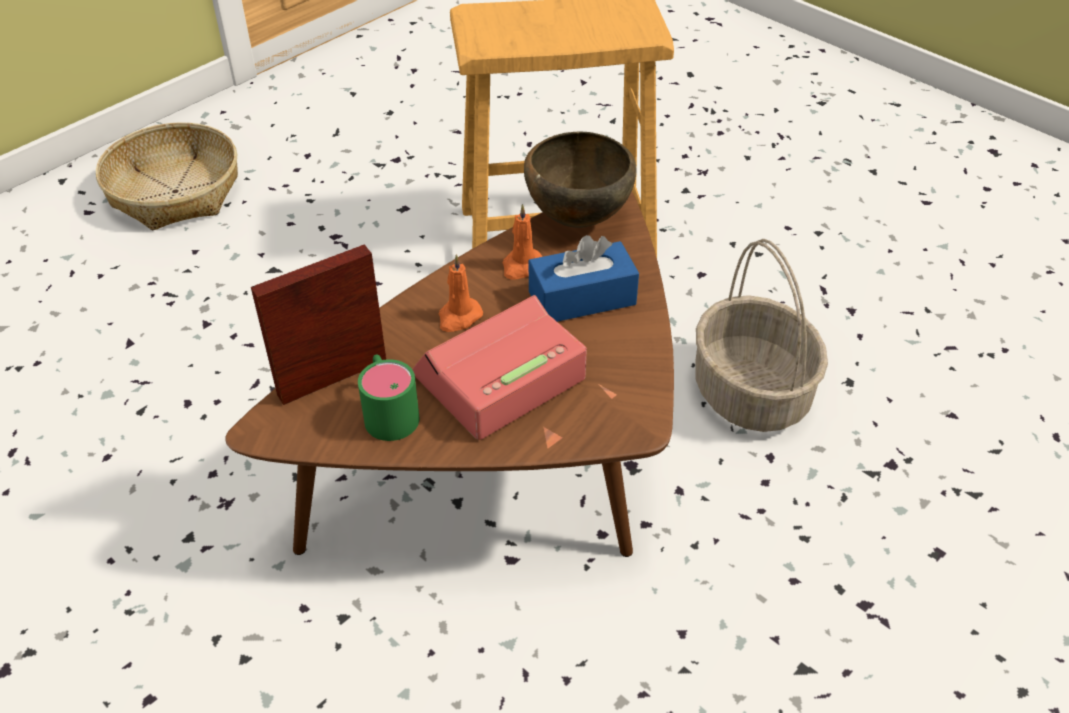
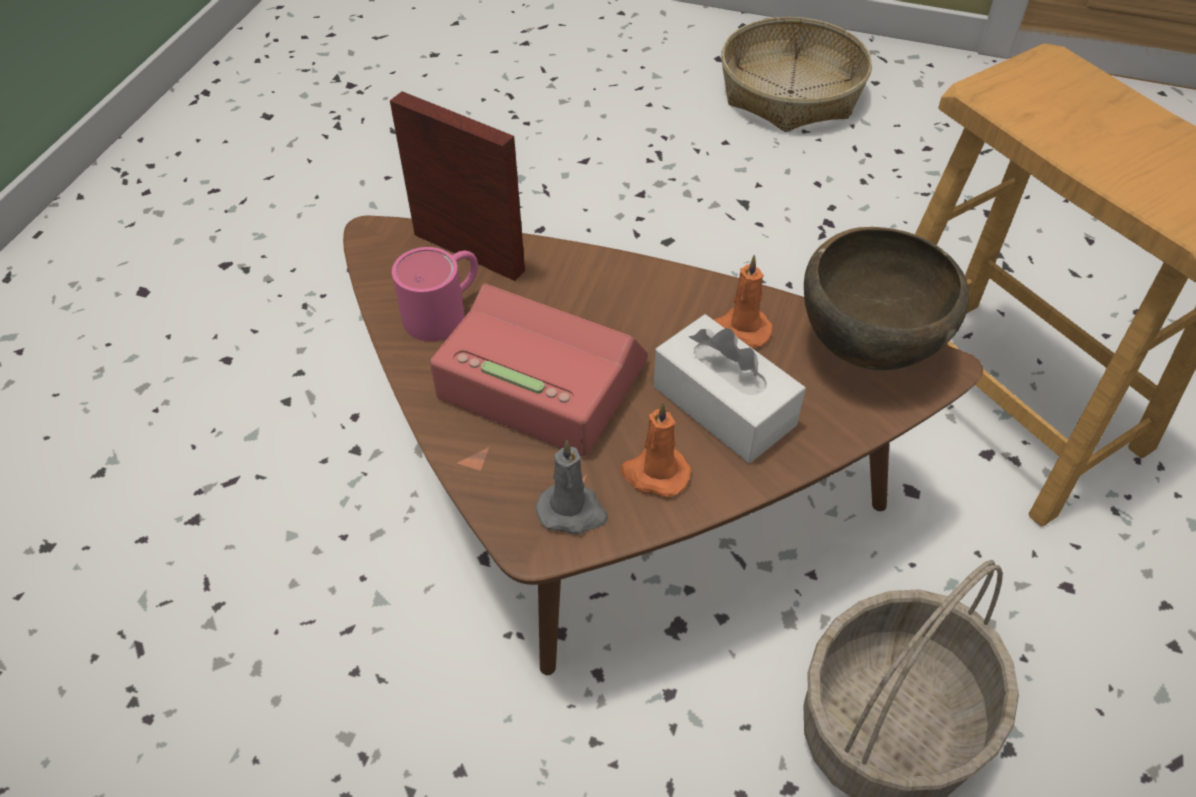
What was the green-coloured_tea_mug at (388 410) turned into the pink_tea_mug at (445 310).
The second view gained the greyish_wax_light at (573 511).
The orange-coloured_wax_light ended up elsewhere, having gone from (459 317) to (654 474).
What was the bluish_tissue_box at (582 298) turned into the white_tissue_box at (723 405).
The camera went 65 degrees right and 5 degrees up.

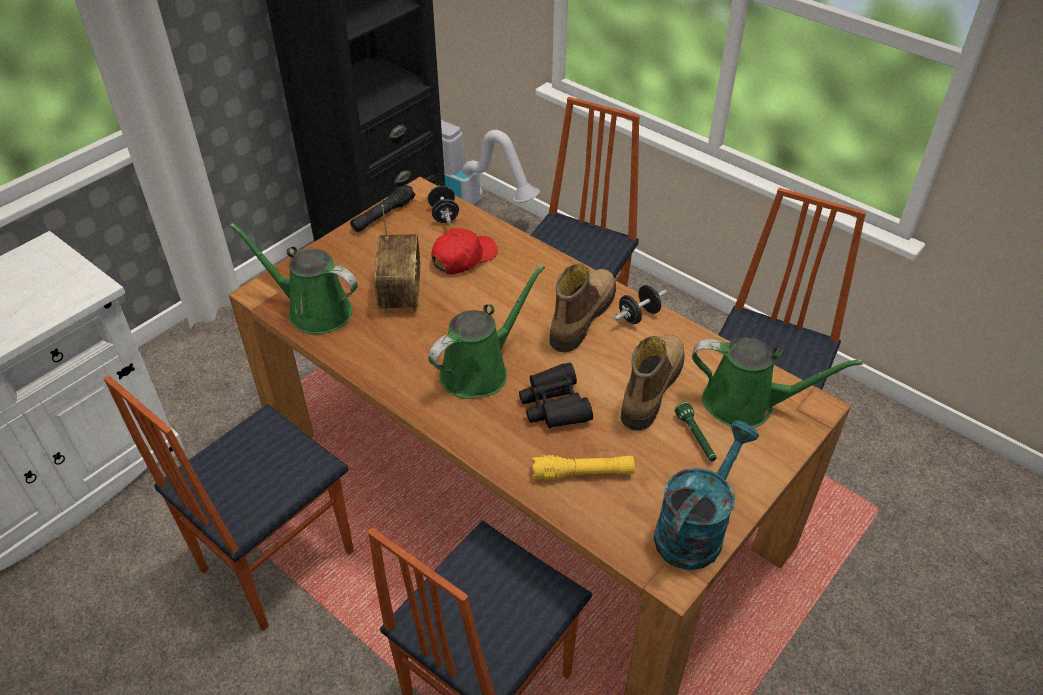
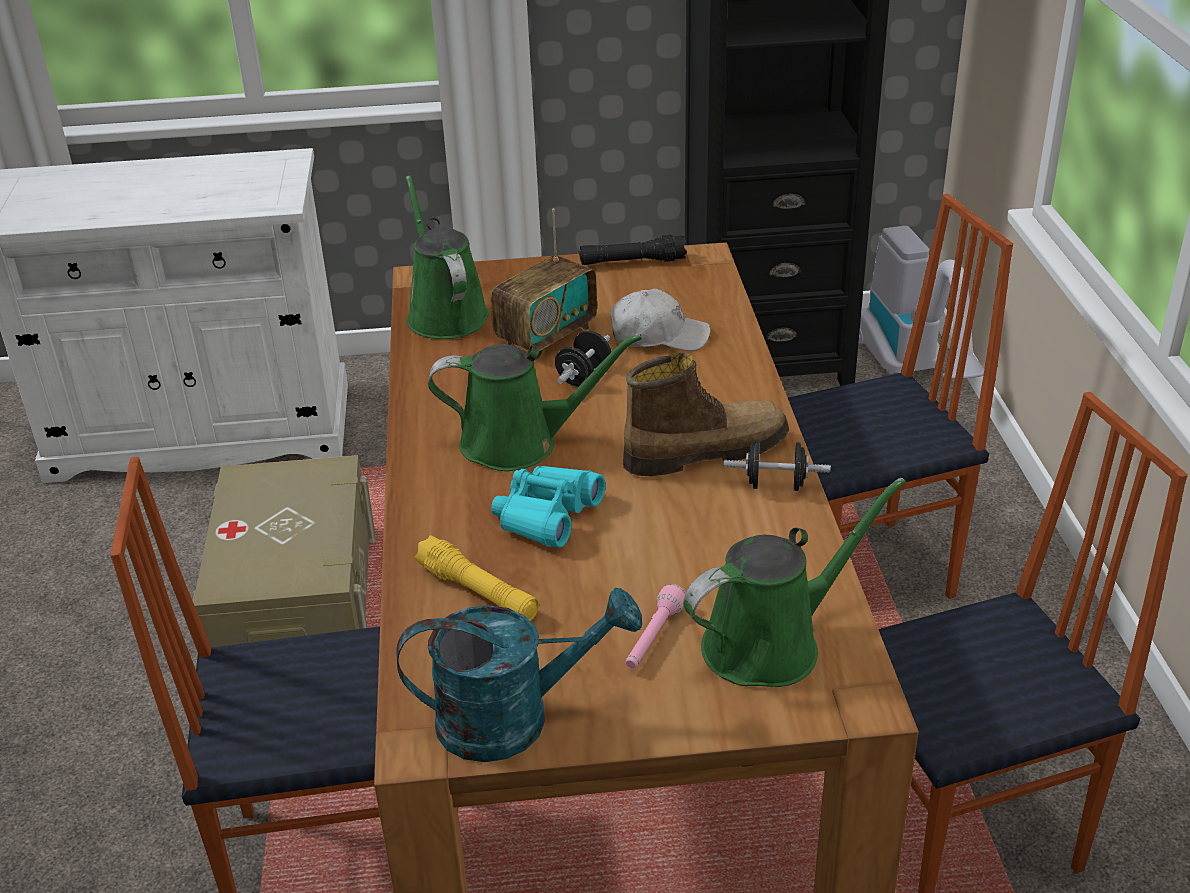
Where the chair stood at (274 560), the beige-coloured_storage_bin came to stand at (296 602).
What was the black_field_glasses at (554 405) turned into the turquoise_field_glasses at (546 515).
The black_hand_weight ended up elsewhere, having gone from (444 215) to (584 376).
What was the reddish_cap at (463 258) turned into the white_cap at (658 336).
What was the green-coloured_hand_torch at (696 438) turned into the pink_hand_torch at (653 638).
The green-coloured_watering_can at (746 404) ended up facing another way, 90 degrees counterclockwise from before.
The second view lost the boot at (650 387).
The camera went 45 degrees right and 10 degrees down.

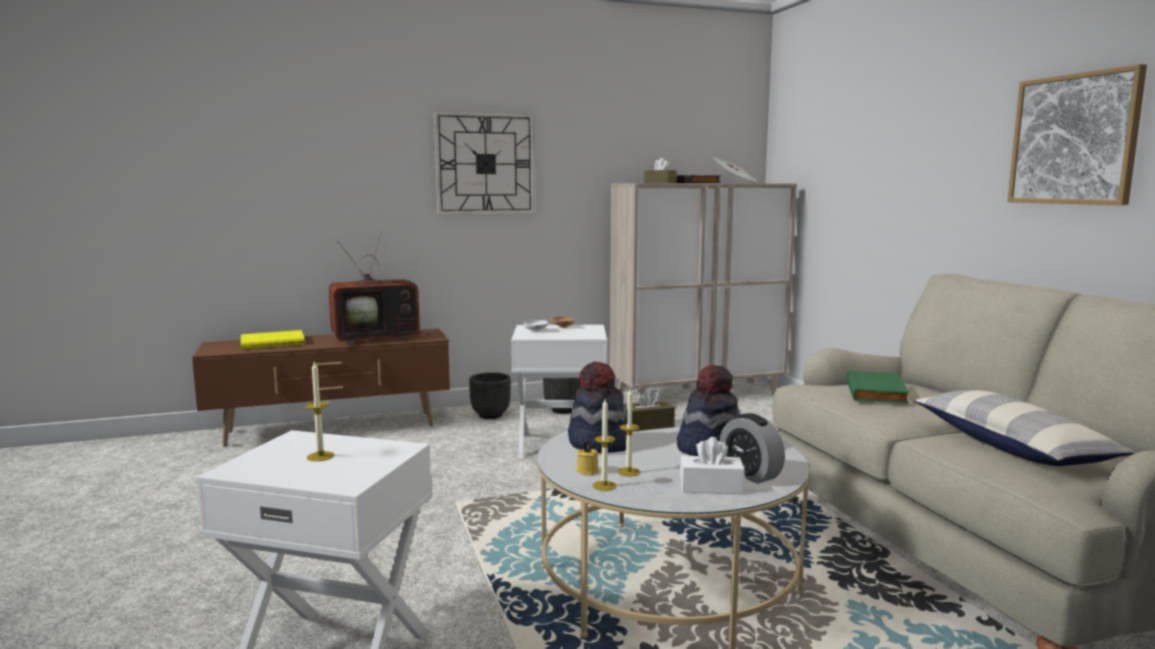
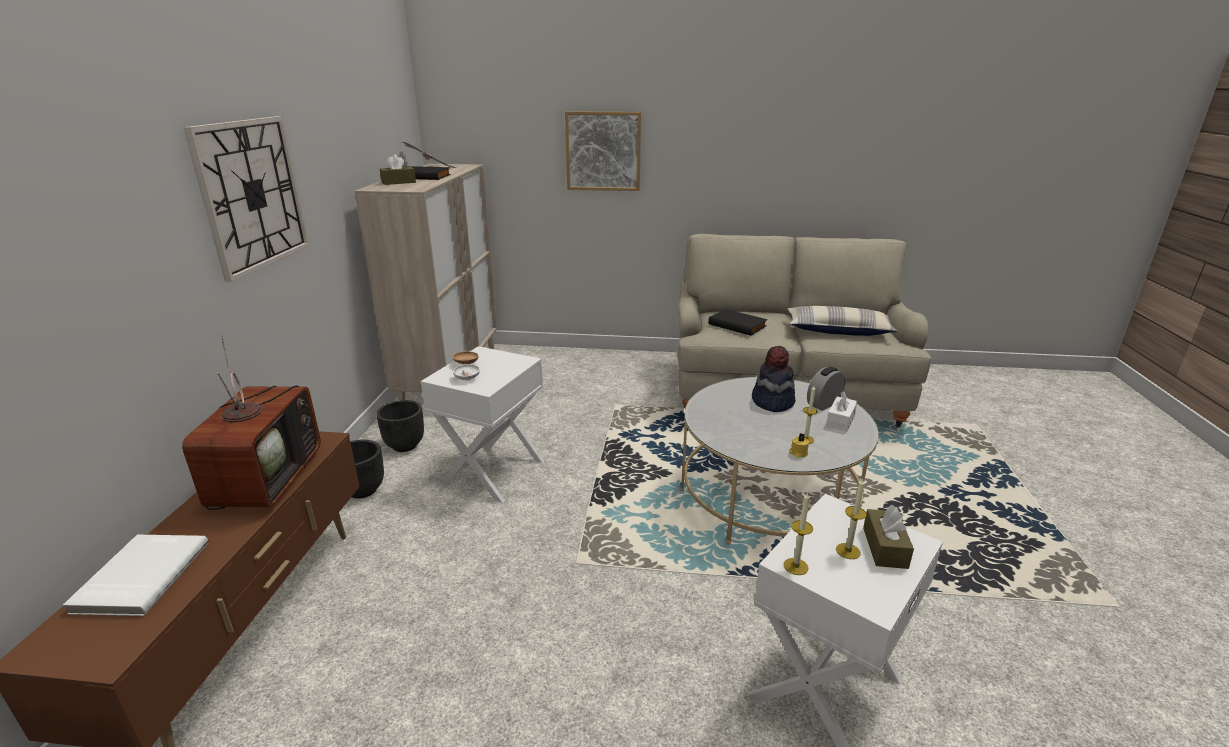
What was the yellow_volume at (272 342) turned into the white_volume at (140 577).
The wall_art ended up elsewhere, having gone from (1074 139) to (603 151).
What was the green-coloured_volume at (878 392) turned into the black_volume at (738 325).
The wax_light ended up elsewhere, having gone from (604 486) to (795 566).
The bedside_clock at (750 474) ended up facing another way, 150 degrees clockwise from before.
The brown_tissue_box ended up elsewhere, having gone from (647 425) to (885 548).
The second view lost the wearable_hat at (598 444).
The camera went 65 degrees left and 15 degrees up.

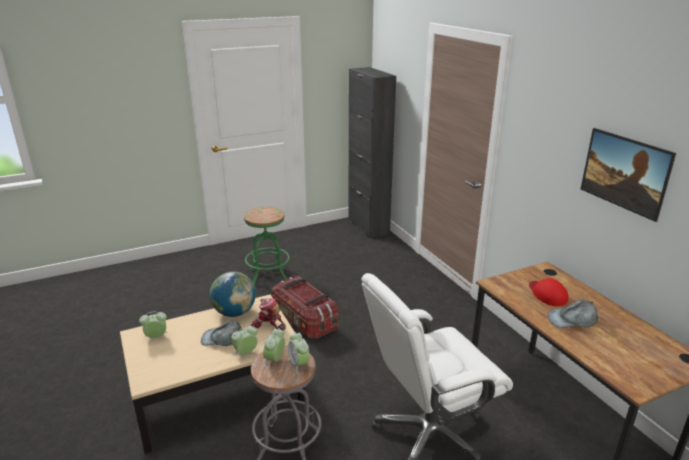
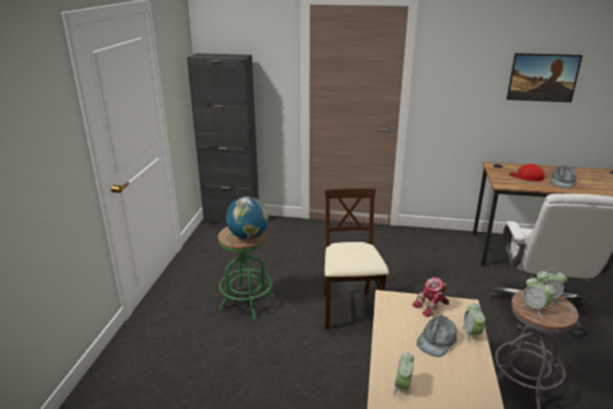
The world_globe ended up elsewhere, having gone from (234 312) to (248 236).
Where the storage_bin stood at (304 320), the beige-coloured_chair came to stand at (350 310).
The camera went 55 degrees left and 0 degrees up.

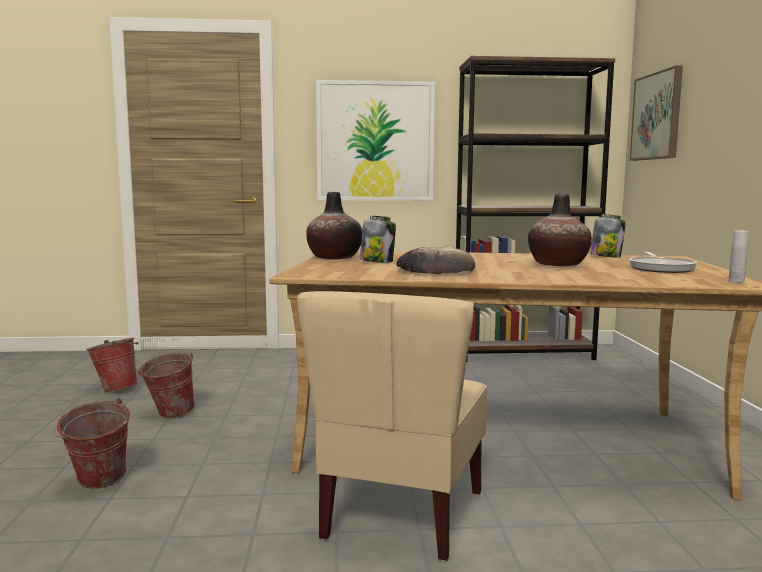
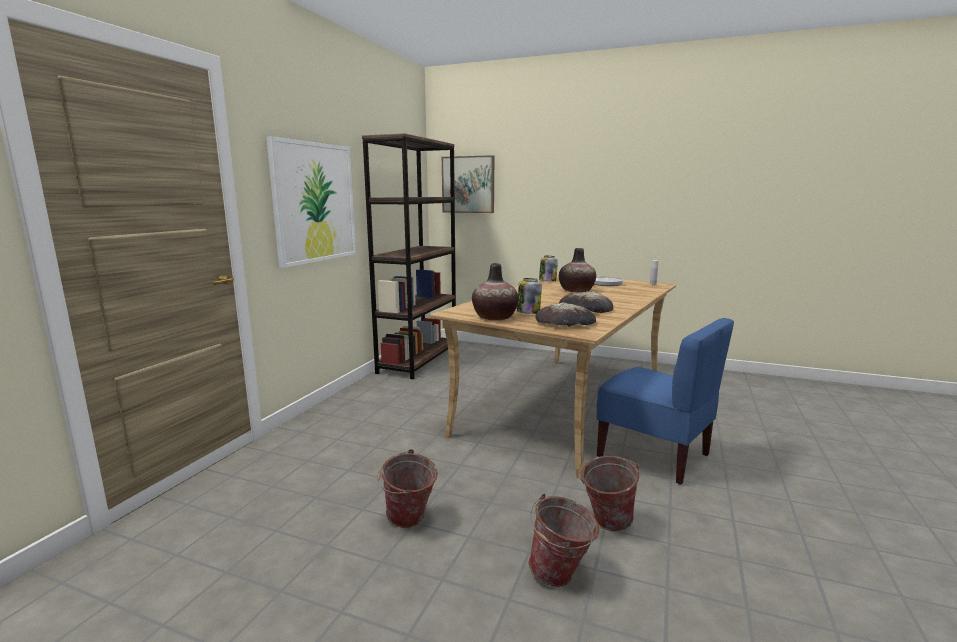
The second view gained the bread at (565 322).
The pail ended up elsewhere, having gone from (116 389) to (605 523).
What was the beige-coloured_chair at (401 515) turned into the bluish_chair at (654 455).
The camera went 65 degrees left and 5 degrees up.

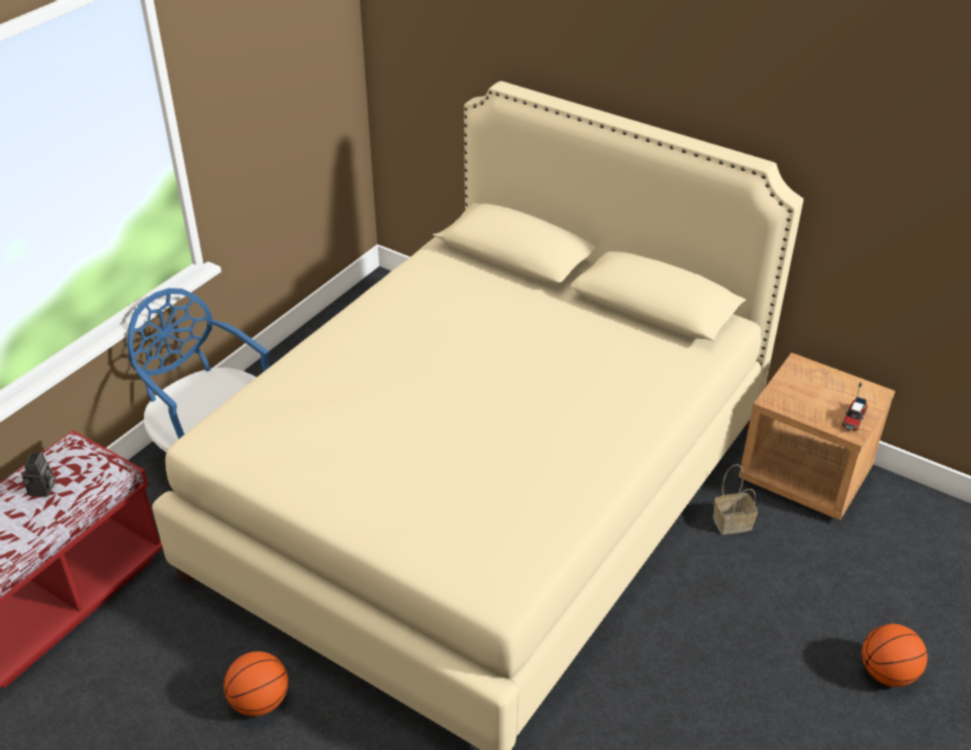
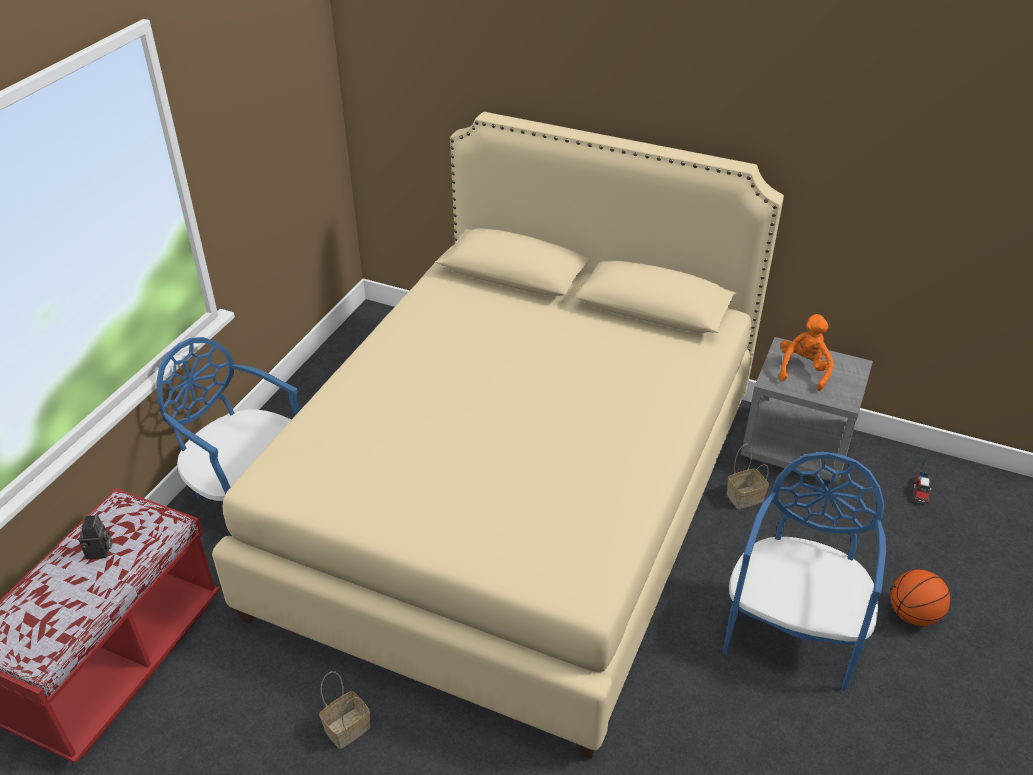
Where the basketball stood at (259 702), the household_basket came to stand at (346 730).
The second view gained the bluish_chair at (792 631).
What was the brown_nightstand at (805 475) turned into the greyish_nightstand at (797 446).
The second view gained the orange-coloured_plush_toy at (803 370).
The toy_truck ended up elsewhere, having gone from (853 419) to (921 492).
The camera went 10 degrees left and 0 degrees up.

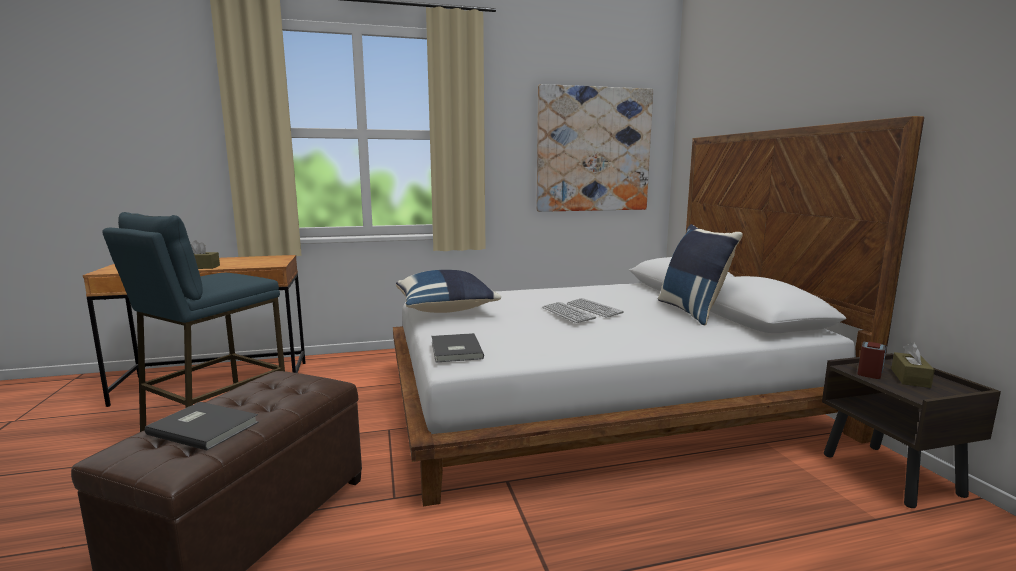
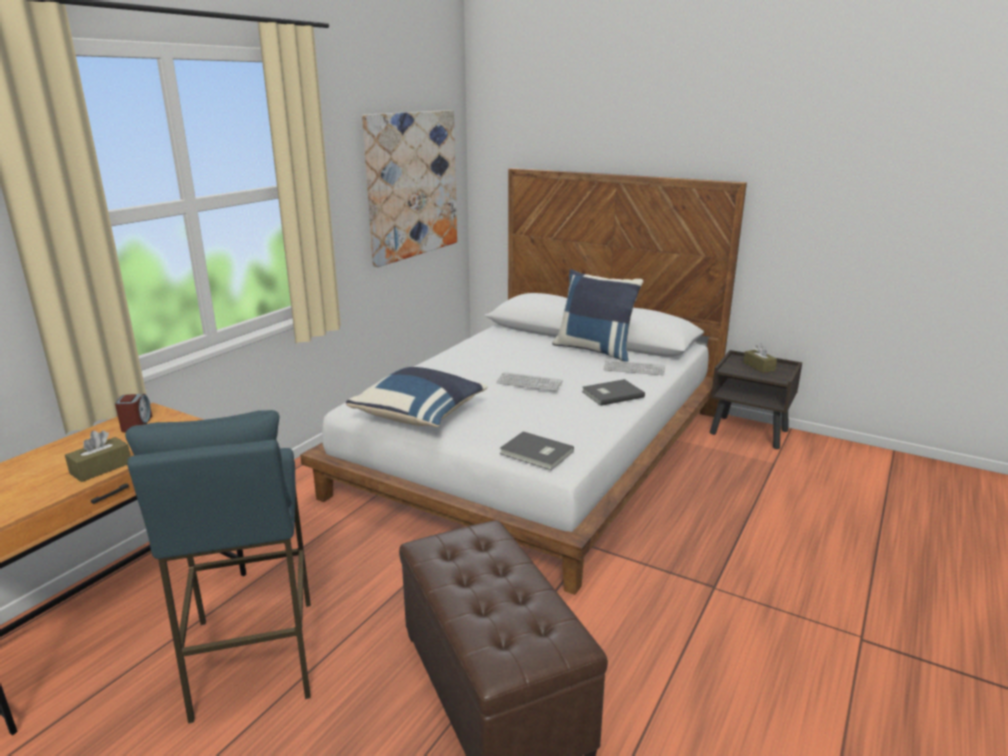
The bedside_clock ended up elsewhere, having gone from (870 372) to (136 424).
The greyish_volume ended up elsewhere, having gone from (204 427) to (611 394).
The computer_keyboard ended up elsewhere, having gone from (593 309) to (634 369).
The camera went 45 degrees left and 10 degrees up.

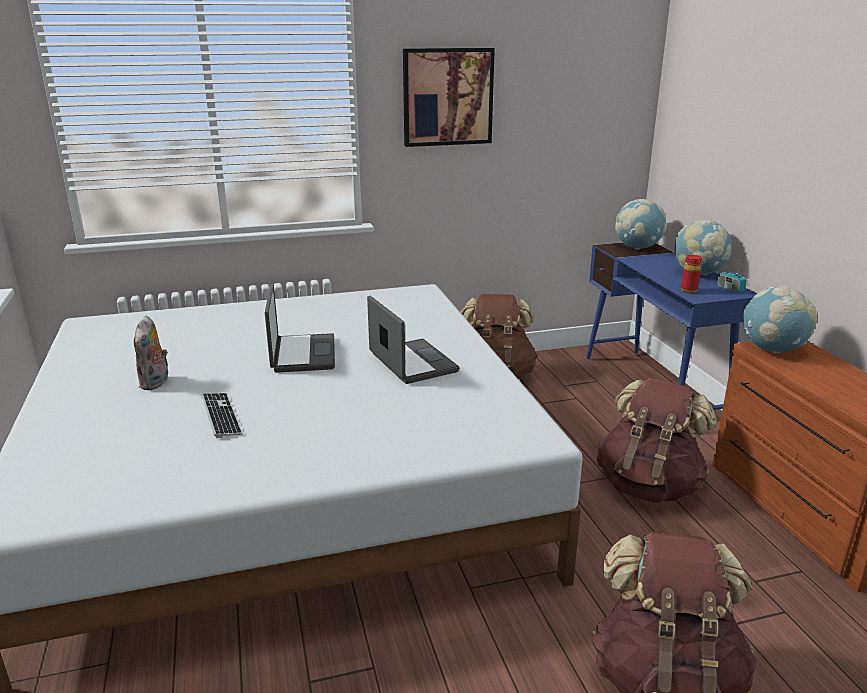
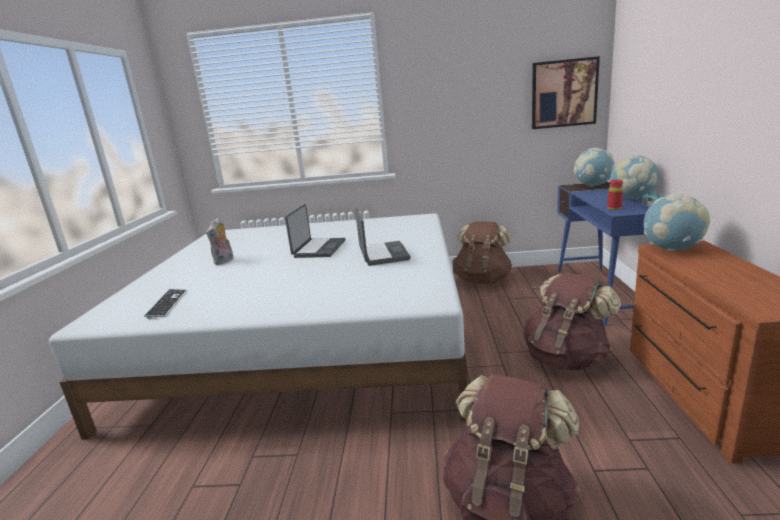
The computer_keyboard ended up elsewhere, having gone from (221 416) to (167 304).
The wall_art ended up elsewhere, having gone from (447 97) to (563 93).
The camera went 20 degrees right and 5 degrees down.

